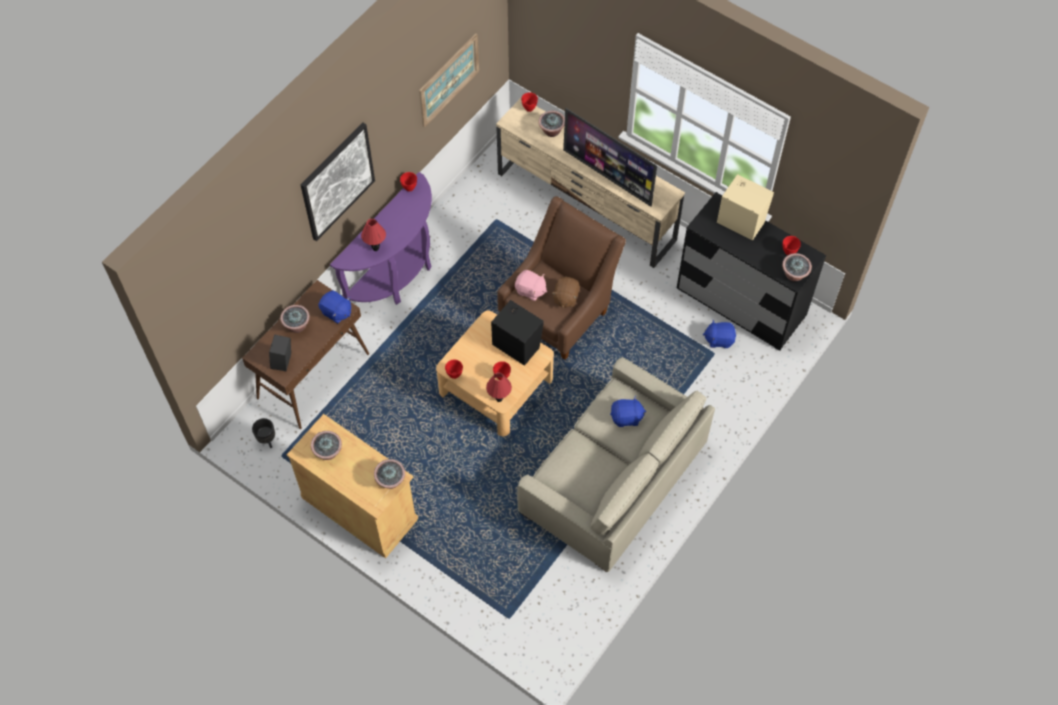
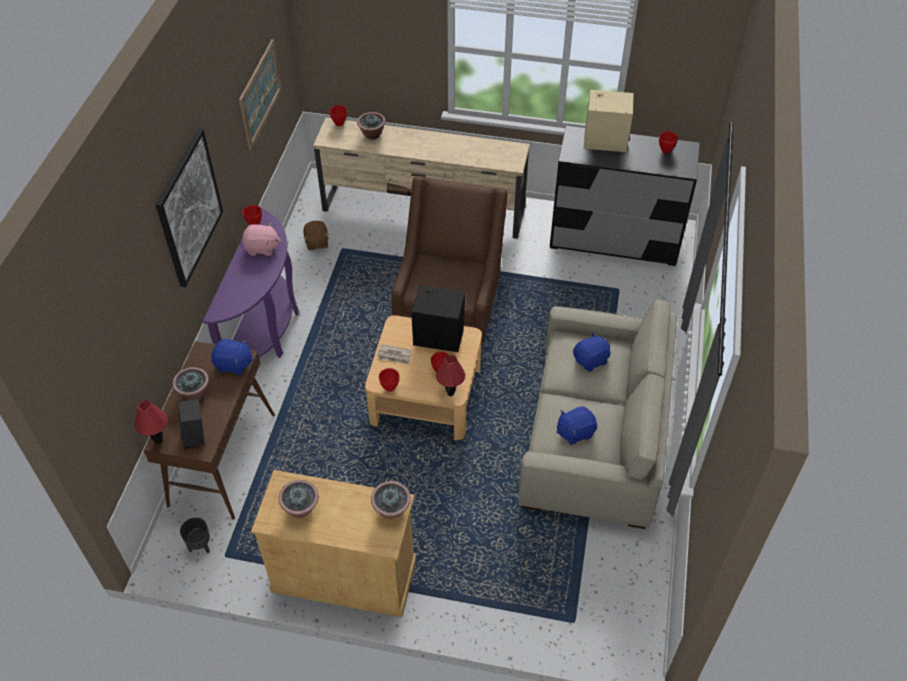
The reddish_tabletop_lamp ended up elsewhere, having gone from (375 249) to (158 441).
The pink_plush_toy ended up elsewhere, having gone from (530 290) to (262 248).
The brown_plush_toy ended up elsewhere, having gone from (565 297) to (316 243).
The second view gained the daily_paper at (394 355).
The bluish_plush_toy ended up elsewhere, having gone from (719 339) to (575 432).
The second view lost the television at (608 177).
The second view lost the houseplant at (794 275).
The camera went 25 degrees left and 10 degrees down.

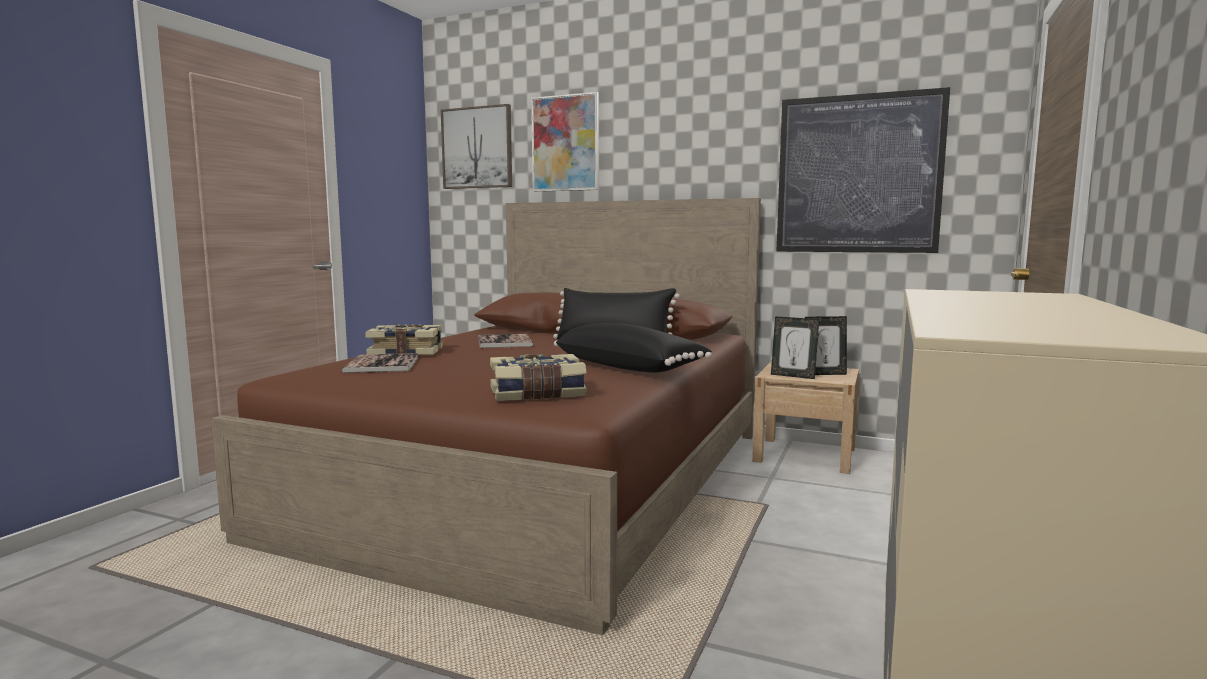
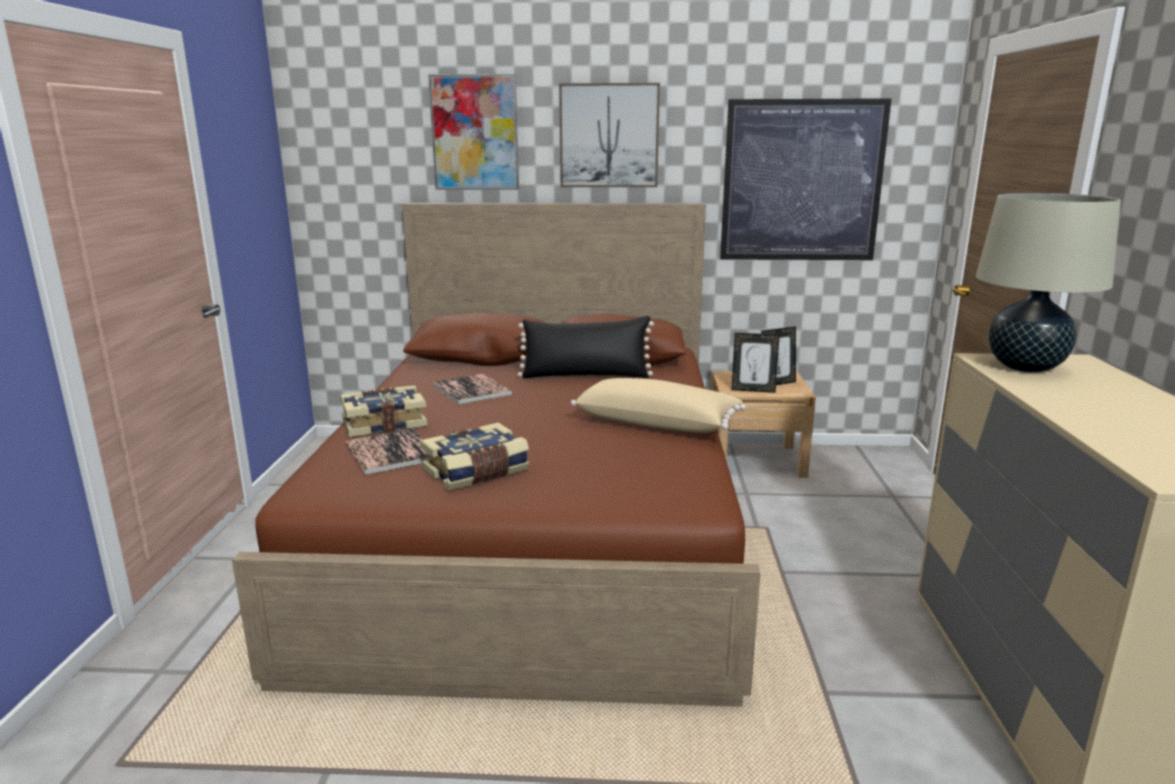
The volume ended up elsewhere, having gone from (537 394) to (477 472).
The wall_art ended up elsewhere, having gone from (477 148) to (609 136).
What was the black_throw_pillow at (630 367) turned into the beige-coloured_throw_pillow at (657 423).
The second view gained the beige-coloured_tabletop_lamp at (1025 367).
The camera went 20 degrees left and 10 degrees up.

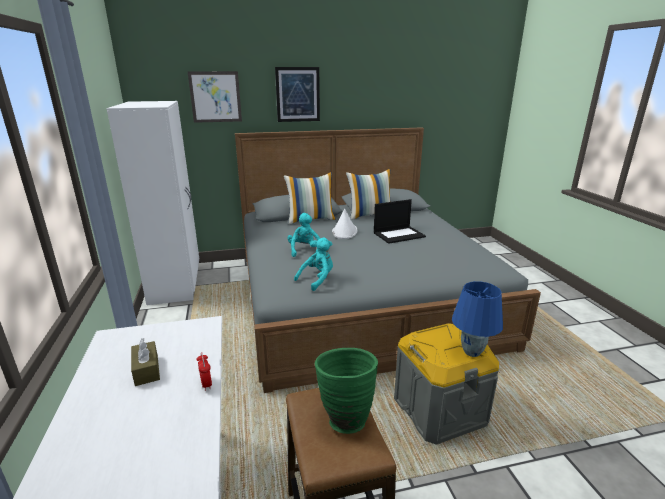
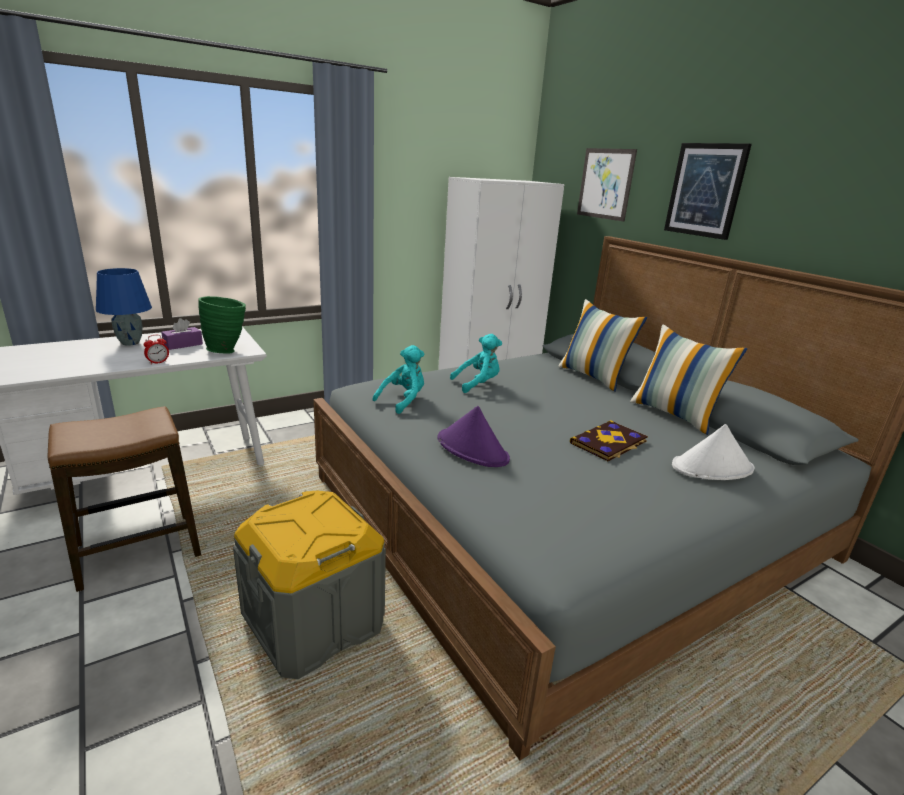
The bluish_tabletop_lamp ended up elsewhere, having gone from (472 352) to (130 343).
What was the brown_tissue_box at (146 370) turned into the purple_tissue_box at (183 344).
The green-coloured_flower_vase ended up elsewhere, having gone from (344 417) to (227 350).
The turquoise_plush_toy at (317 279) ended up facing another way, 75 degrees counterclockwise from before.
The second view gained the purple_wearable_hat at (472 449).
Where the notebook_computer stood at (399 234), the volume came to stand at (609 443).
The white_wearable_hat ended up elsewhere, having gone from (344 232) to (712 468).
The camera went 70 degrees right and 0 degrees up.

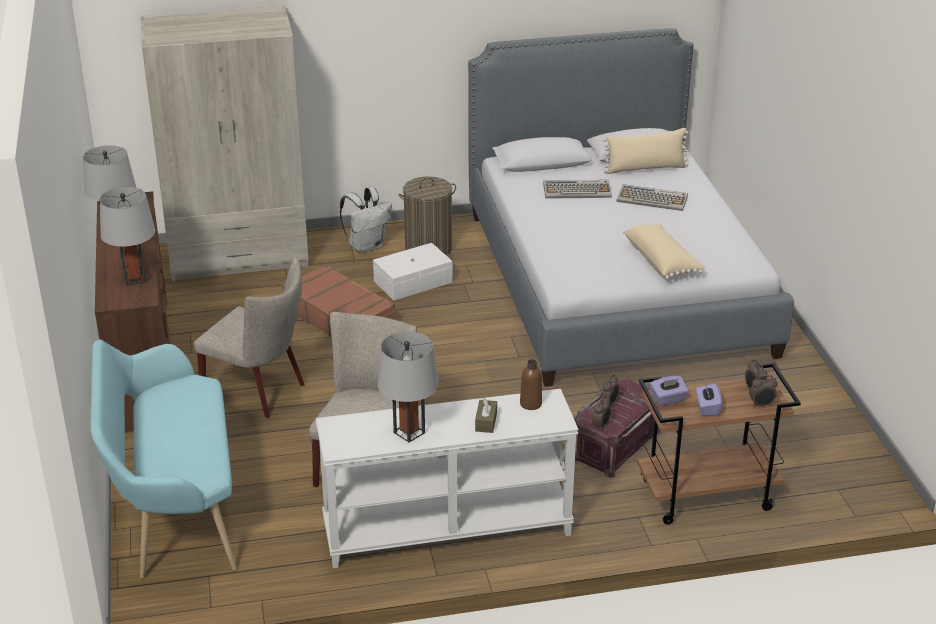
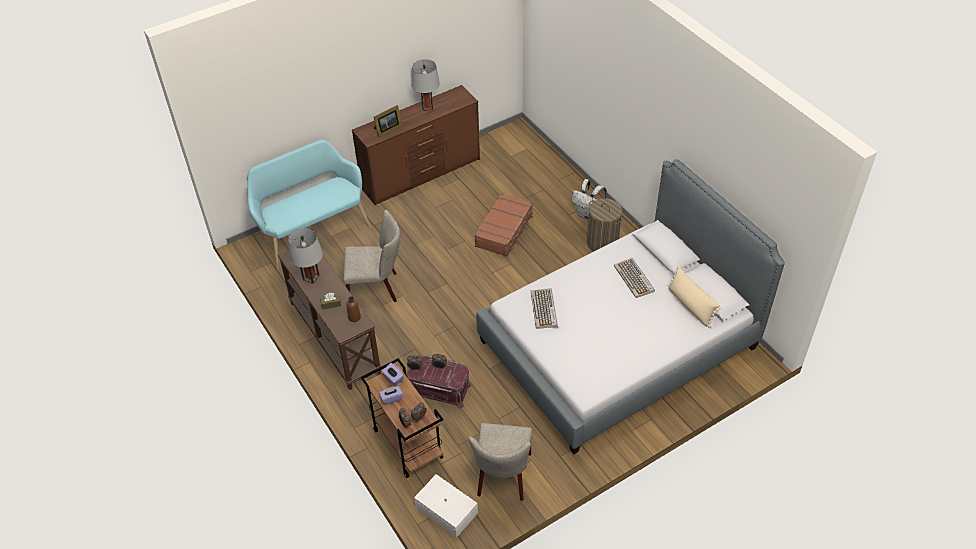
What was the white_console_table at (447 531) turned into the brown_console_table at (333 337).
Where the greyish_tabletop_lamp stood at (134 279), the picture_frame came to stand at (387 130).
The white_storage_bin ended up elsewhere, having gone from (414 282) to (446 511).
The beige-coloured_chair ended up elsewhere, having gone from (259 391) to (503 478).
The computer_keyboard ended up elsewhere, having gone from (652 199) to (544 309).
The second view lost the beige-coloured_wardrobe at (239 256).
The second view lost the beige-coloured_throw_pillow at (662 261).
The camera went 70 degrees right and 15 degrees up.

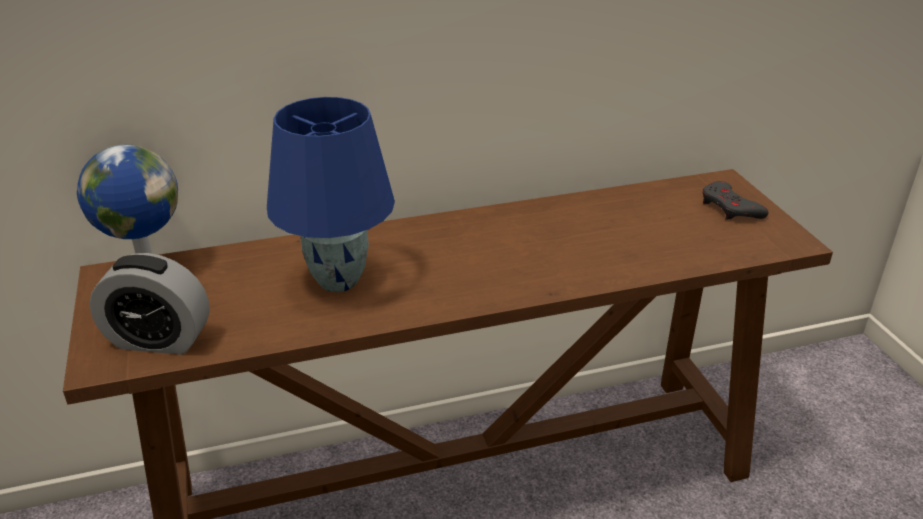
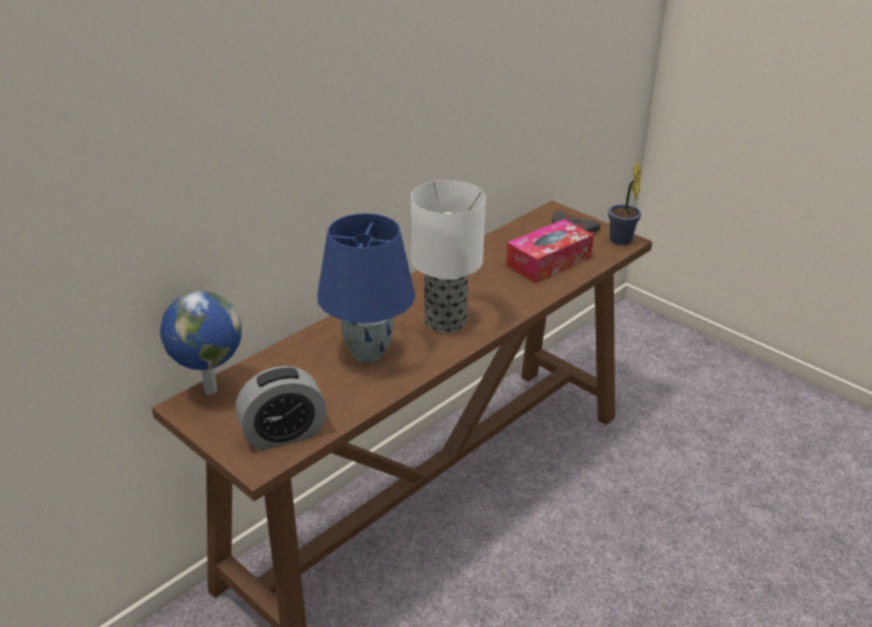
The second view gained the tabletop_lamp at (447 321).
The second view gained the tissue_box at (548 262).
The second view gained the houseplant at (621 241).
The camera went 30 degrees left and 0 degrees up.

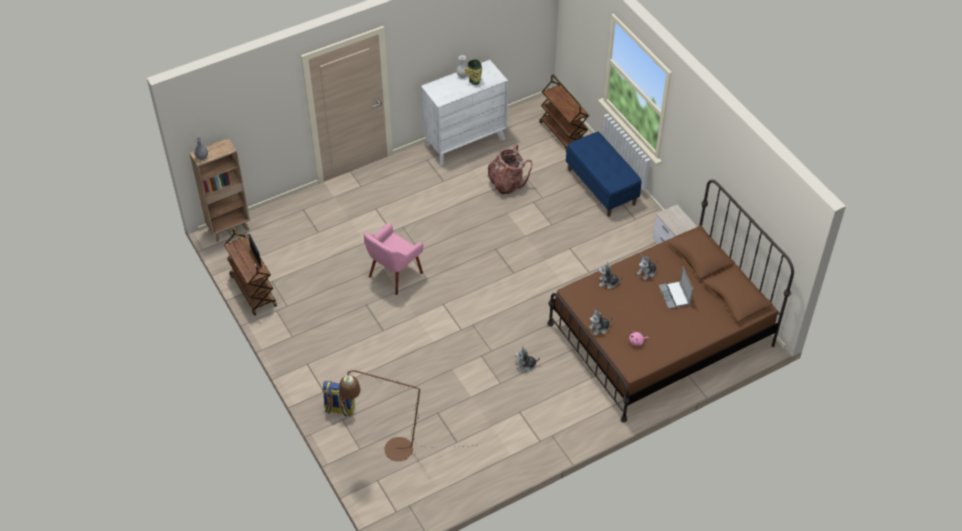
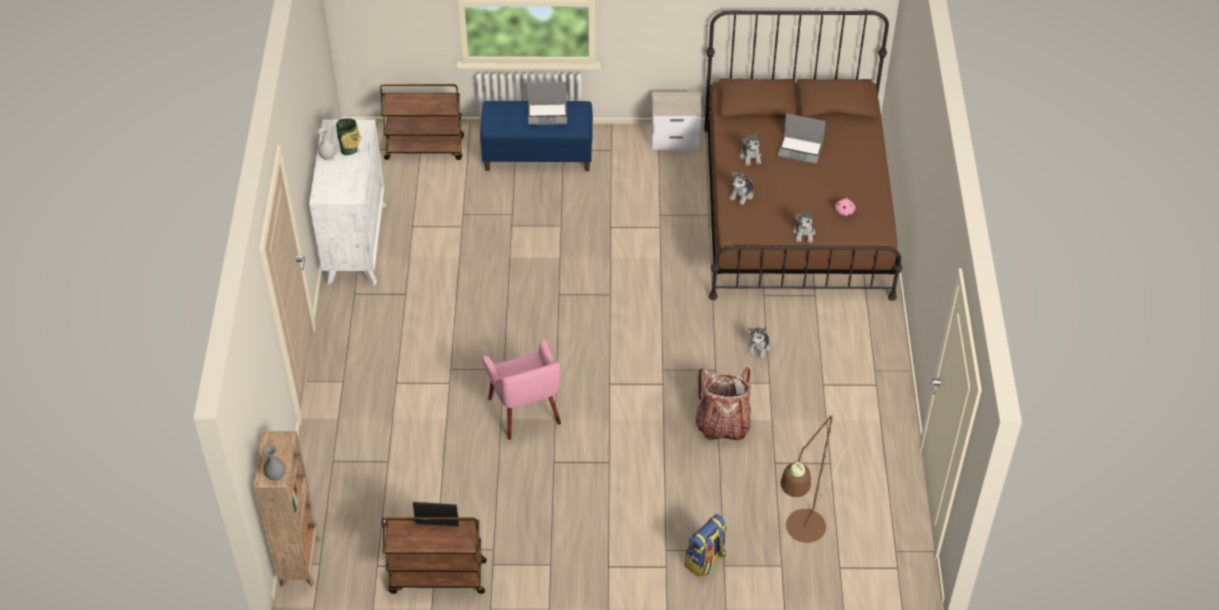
The second view gained the notebook_computer at (548 114).
The rucksack ended up elsewhere, having gone from (506 183) to (723 424).
The camera went 60 degrees left and 0 degrees up.

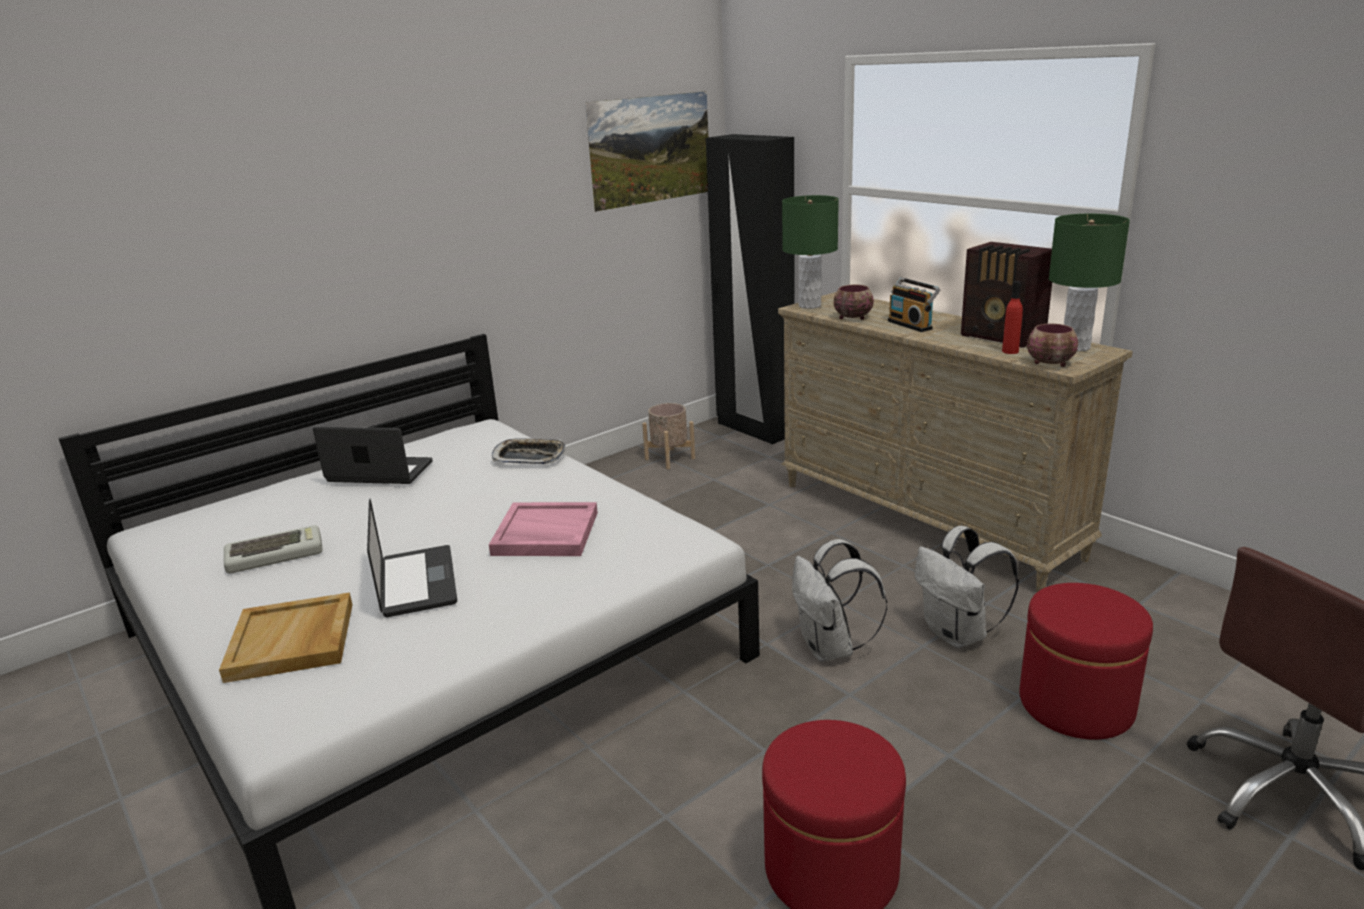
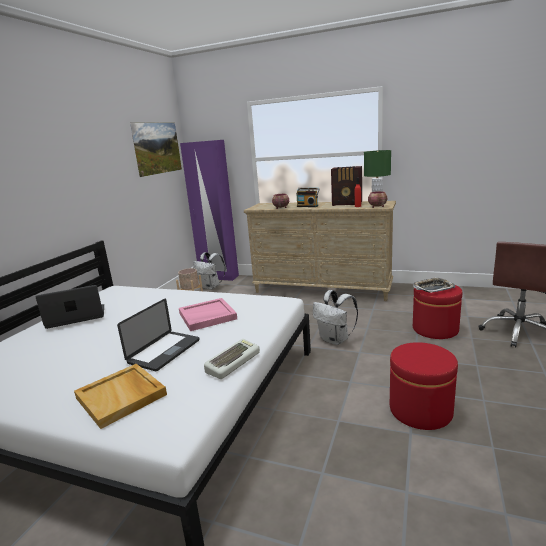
The notebook_computer at (418 582) ended up facing another way, 75 degrees clockwise from before.
What was the black_wardrobe at (754 429) turned into the purple_wardrobe at (219 277).
The white_rucksack ended up elsewhere, having gone from (958 634) to (211 287).
The computer_keyboard ended up elsewhere, having gone from (276 555) to (232 362).
The carrying_tray ended up elsewhere, having gone from (529 457) to (433 288).
The second view lost the green-coloured_tabletop_lamp at (810 305).
The camera went 30 degrees left and 5 degrees down.

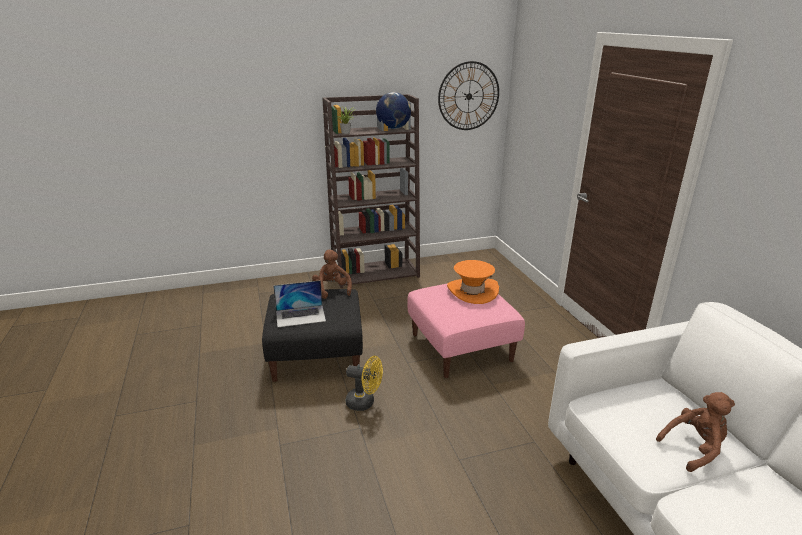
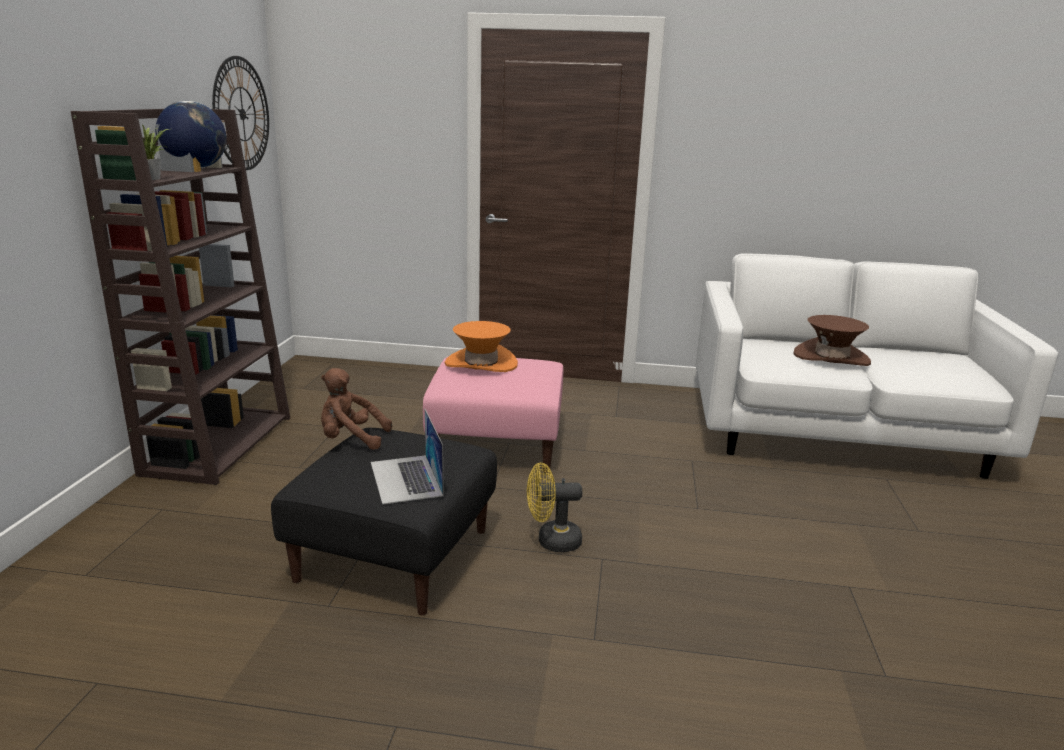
The notebook_computer at (300 316) ended up facing another way, 150 degrees clockwise from before.
The yellow_fan at (365 402) ended up facing another way, 135 degrees counterclockwise from before.
Where the brown_plush_toy stood at (694 448), the brown_wearable_hat came to stand at (831 357).
The camera went 65 degrees left and 5 degrees down.

